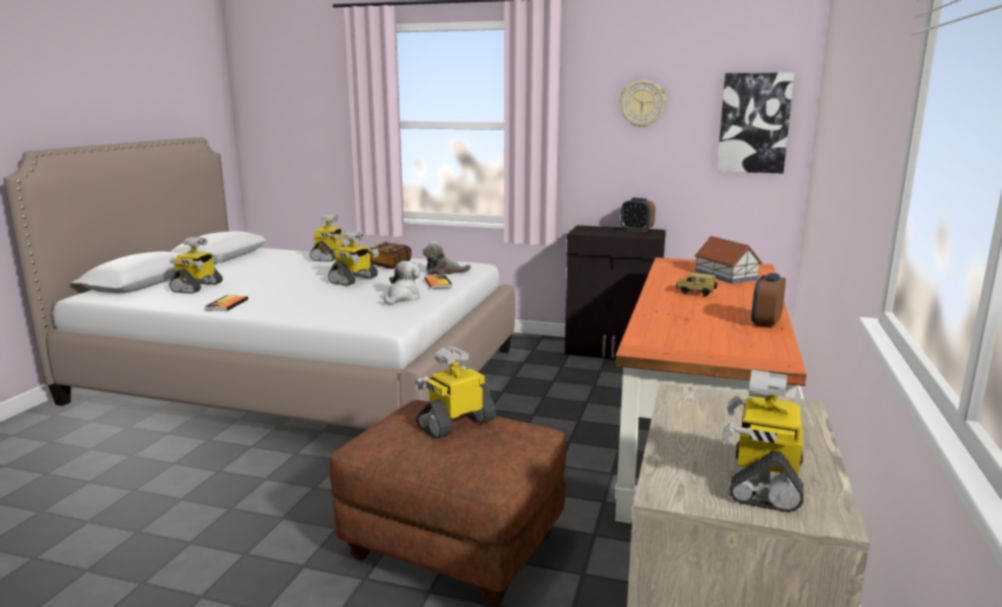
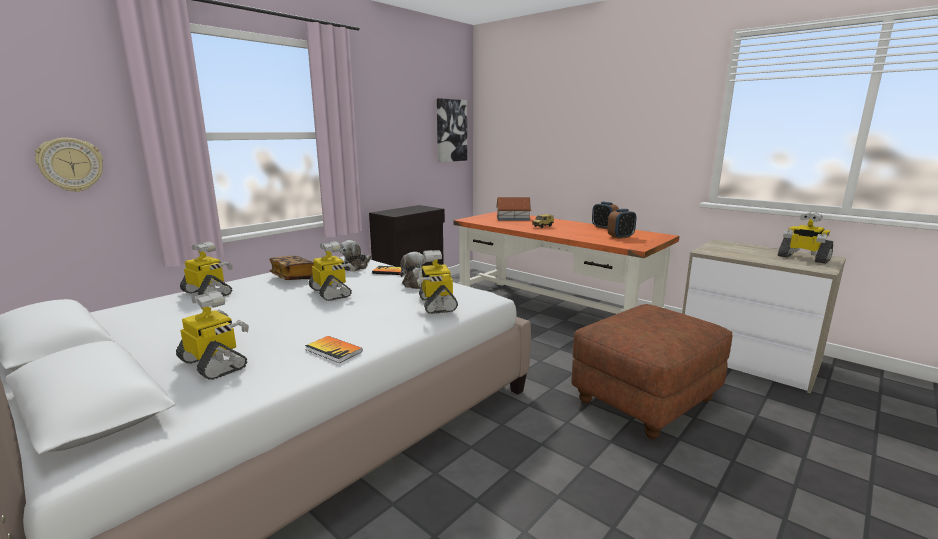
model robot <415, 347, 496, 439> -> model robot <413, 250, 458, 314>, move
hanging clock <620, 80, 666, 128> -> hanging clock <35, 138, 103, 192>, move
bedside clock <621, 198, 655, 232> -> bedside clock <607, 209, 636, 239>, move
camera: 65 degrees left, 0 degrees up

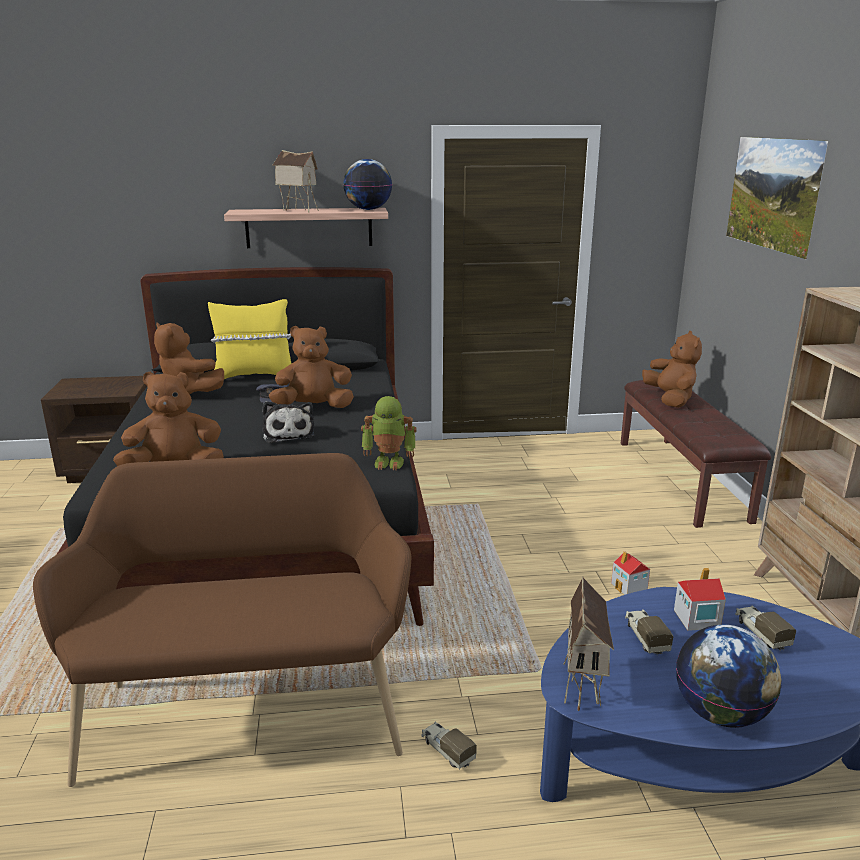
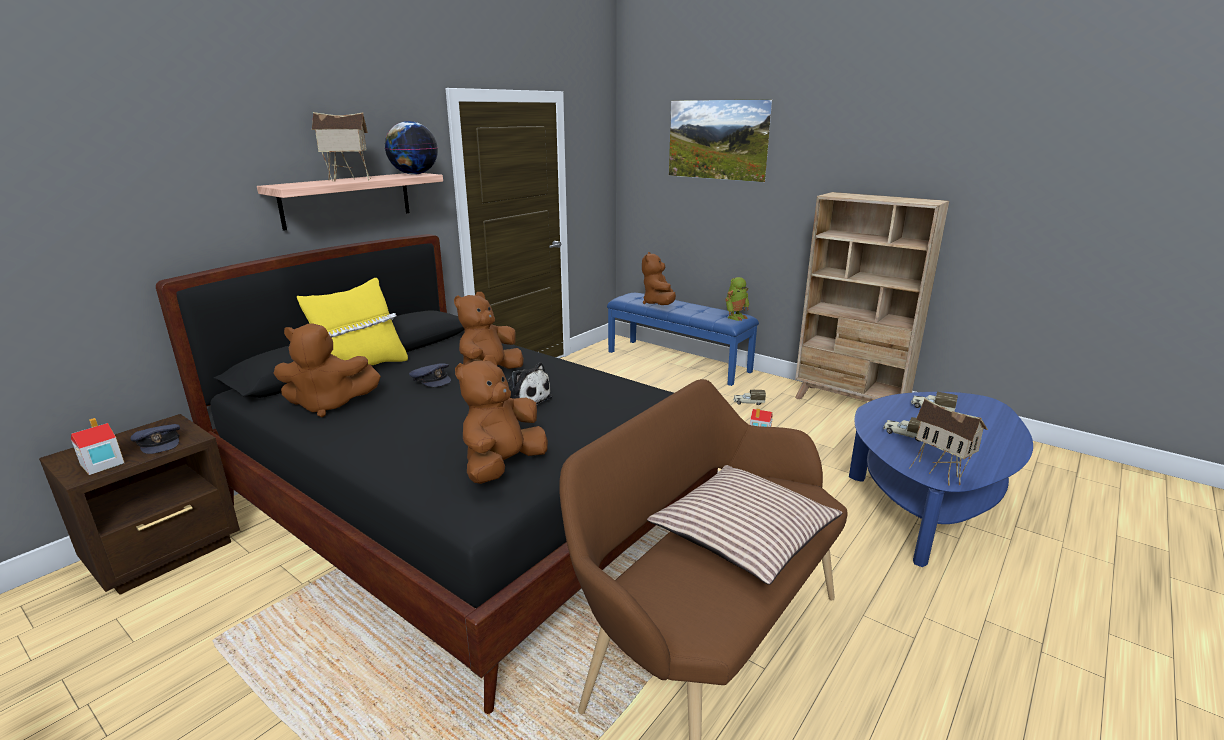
model robot <361, 396, 417, 470> -> model robot <725, 277, 750, 321>, move
toy truck <422, 722, 477, 769> -> toy truck <733, 390, 766, 405>, move
indoor bench (brown-coloured) <621, 380, 771, 528> -> indoor bench (blue) <607, 293, 759, 386>
plush toy (brown-coloured) <642, 331, 702, 408> -> plush toy (brown-coloured) <642, 252, 676, 305>, 120 degrees counterclockwise
model house <674, 568, 726, 631> -> model house <71, 418, 124, 475>, move
desk globe <676, 624, 781, 728> -> none
none -> cap (gray) <130, 424, 180, 454>
none -> cushion <647, 465, 843, 585>
camera: 45 degrees left, 0 degrees up

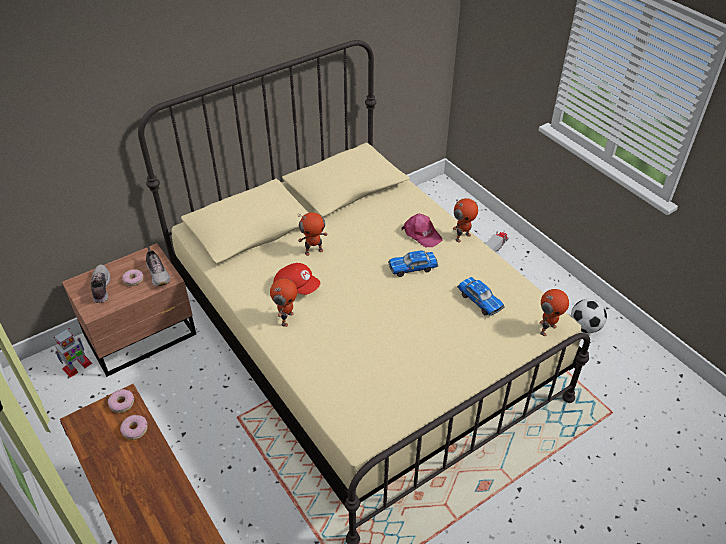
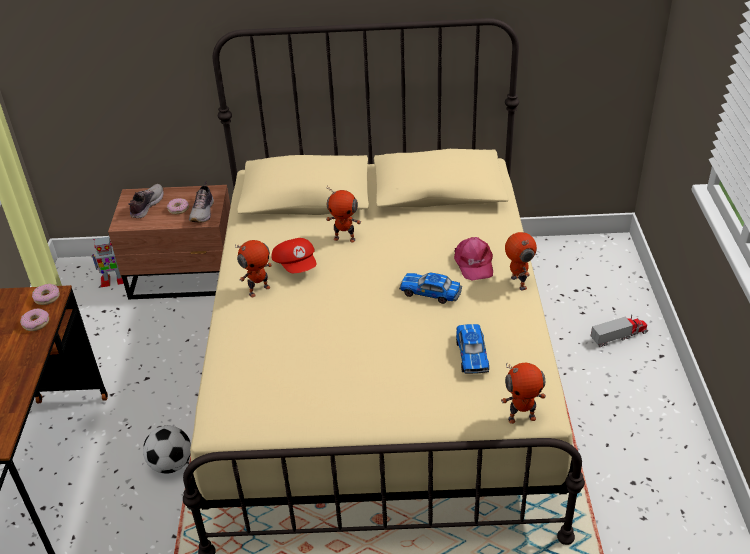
model robot <453, 198, 478, 243> -> model robot <505, 232, 537, 291>, 105 degrees counterclockwise
ball for football <571, 299, 607, 333> -> ball for football <143, 426, 191, 474>, move
camera: 35 degrees right, 5 degrees down

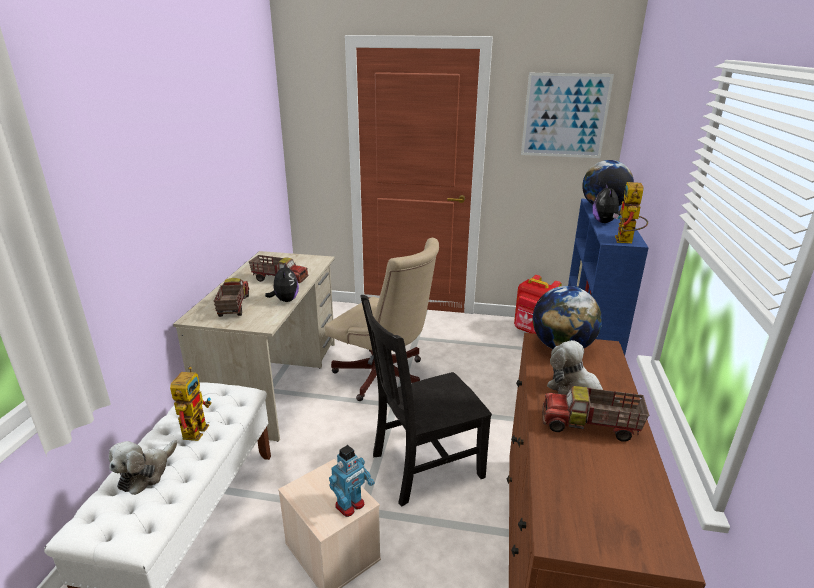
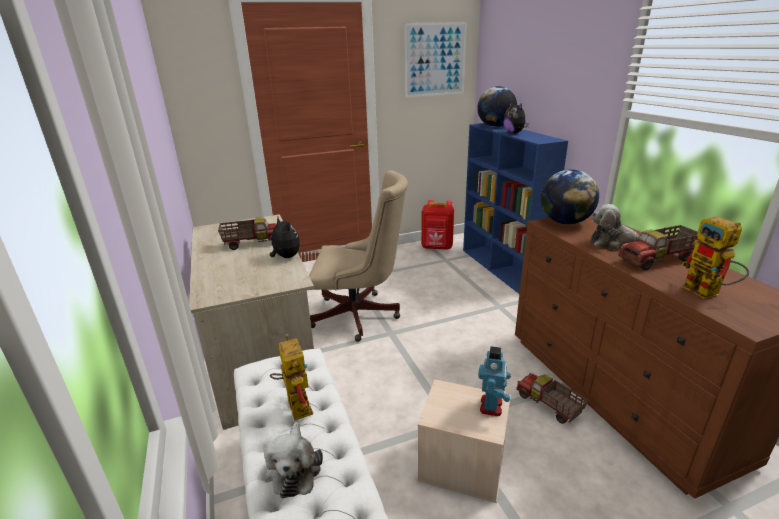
toy truck <214, 278, 249, 317> -> toy truck <516, 373, 588, 424>, move
upright chair (blackish) <360, 295, 492, 507> -> none
model robot <615, 182, 648, 243> -> model robot <681, 217, 749, 299>, move
camera: 30 degrees left, 0 degrees up

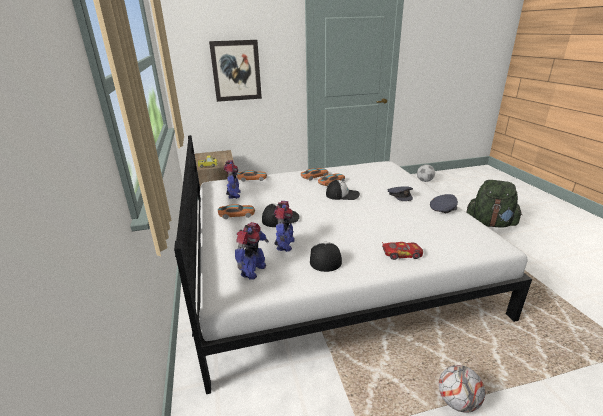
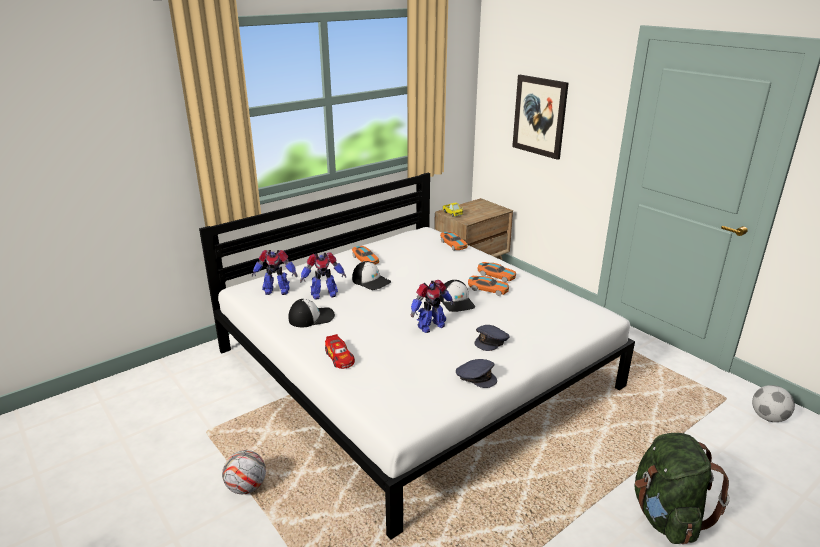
model robot <224, 160, 240, 199> -> model robot <411, 280, 454, 333>, move
camera: 65 degrees right, 0 degrees up

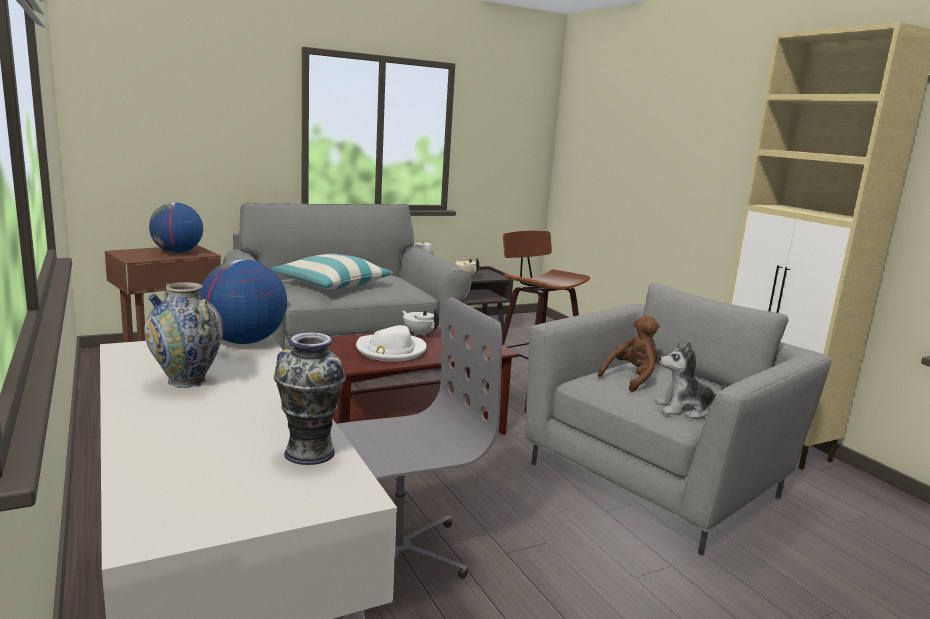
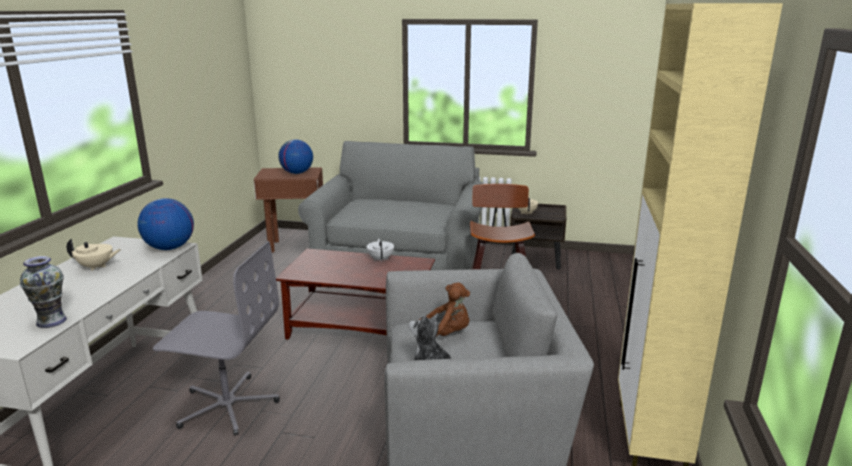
vase <144, 282, 223, 388> -> teapot (beige) <67, 238, 121, 271>
cushion <271, 254, 393, 289> -> none
hat (white) <356, 325, 426, 362> -> none
camera: 40 degrees right, 5 degrees up

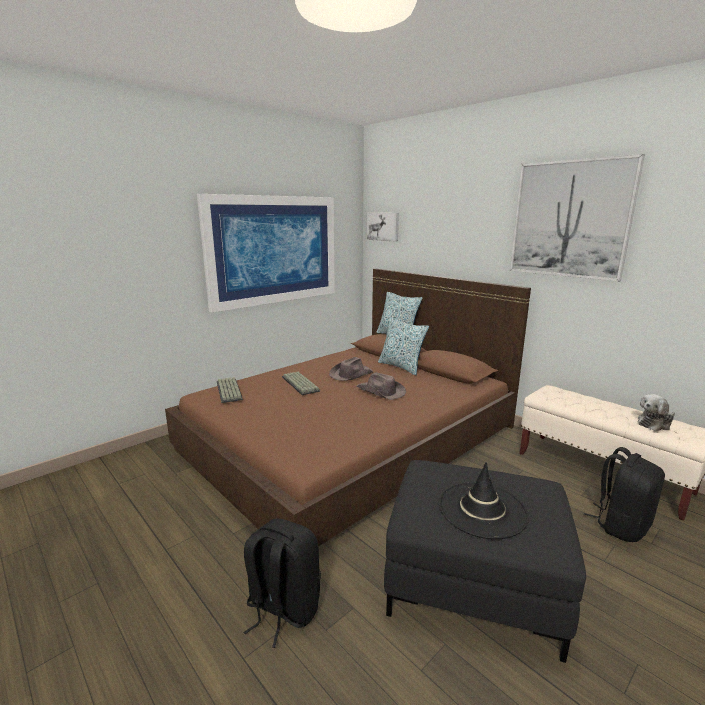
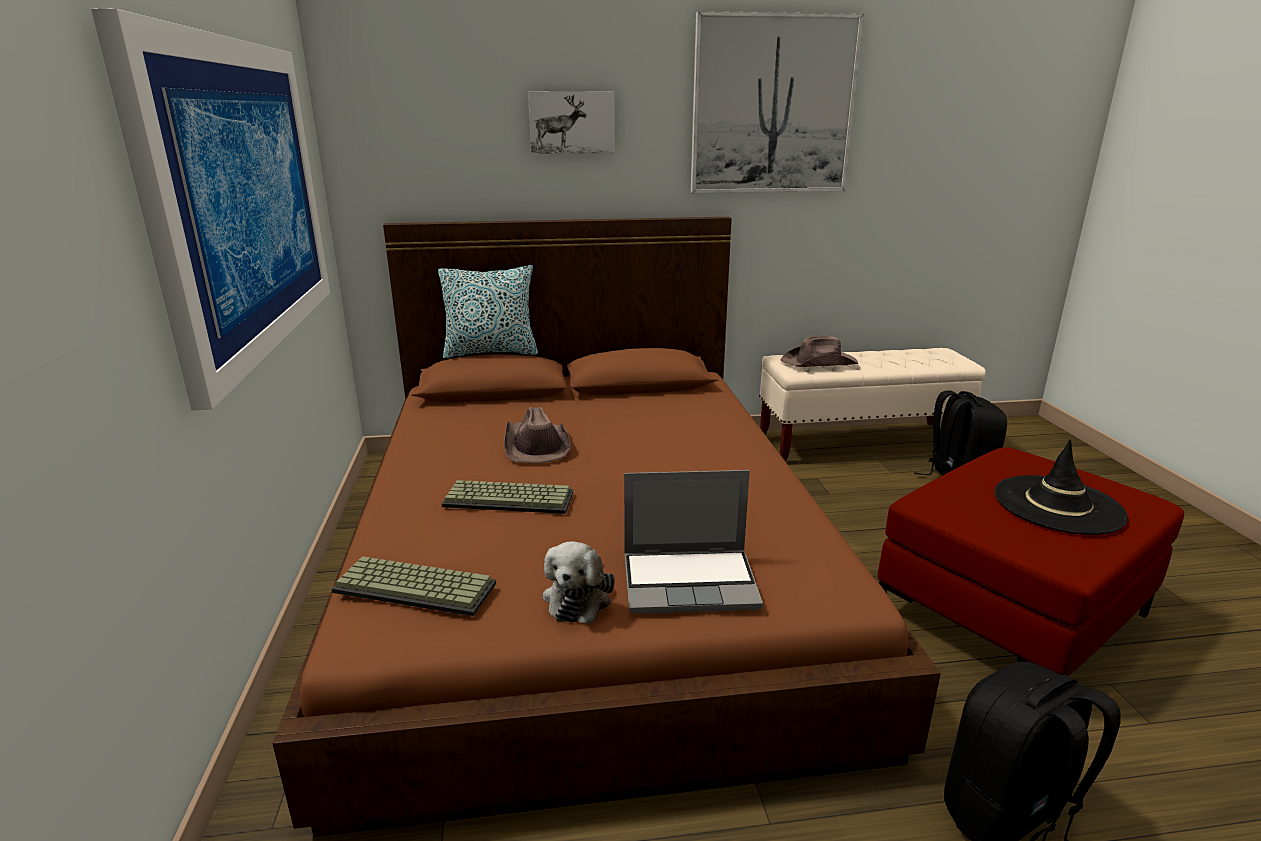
hat (brown-coloured) <357, 373, 406, 400> -> hat (brown-coloured) <781, 335, 858, 367>, move
wall picture <367, 213, 399, 242> -> wall picture <528, 91, 615, 154>, move
cushion <378, 317, 429, 375> -> none
ottoman (blackish) <384, 460, 586, 663> -> ottoman (red) <878, 447, 1184, 676>
plush toy <638, 394, 675, 431> -> plush toy <543, 541, 615, 624>, move
none -> notebook computer <624, 470, 763, 614>
camera: 55 degrees left, 5 degrees up

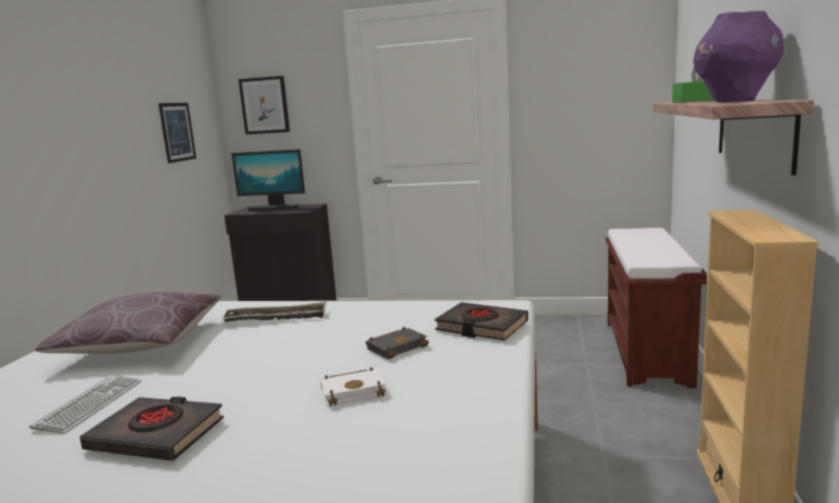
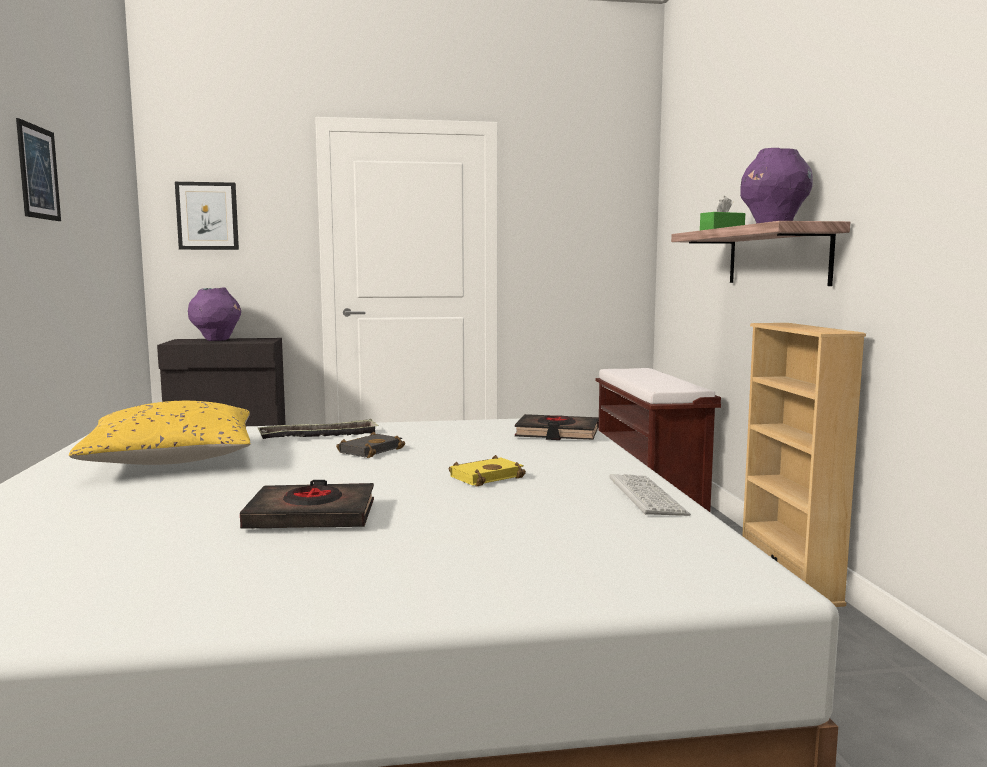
computer keyboard <29, 375, 141, 434> -> computer keyboard <610, 474, 691, 516>, move
cushion (brown-coloured) <35, 292, 221, 354> -> cushion (yellow) <69, 401, 250, 465>
wall picture <158, 103, 196, 163> -> wall picture <16, 118, 61, 221>, move
computer display <231, 149, 305, 211> -> vase (purple-coloured) <188, 288, 241, 341>
bound book (white) <320, 367, 387, 406> -> bound book (yellow) <449, 455, 526, 486>
bound book (blackish) <366, 327, 429, 359> -> bound book (blackish) <336, 432, 405, 458>, move
camera: 20 degrees left, 5 degrees down

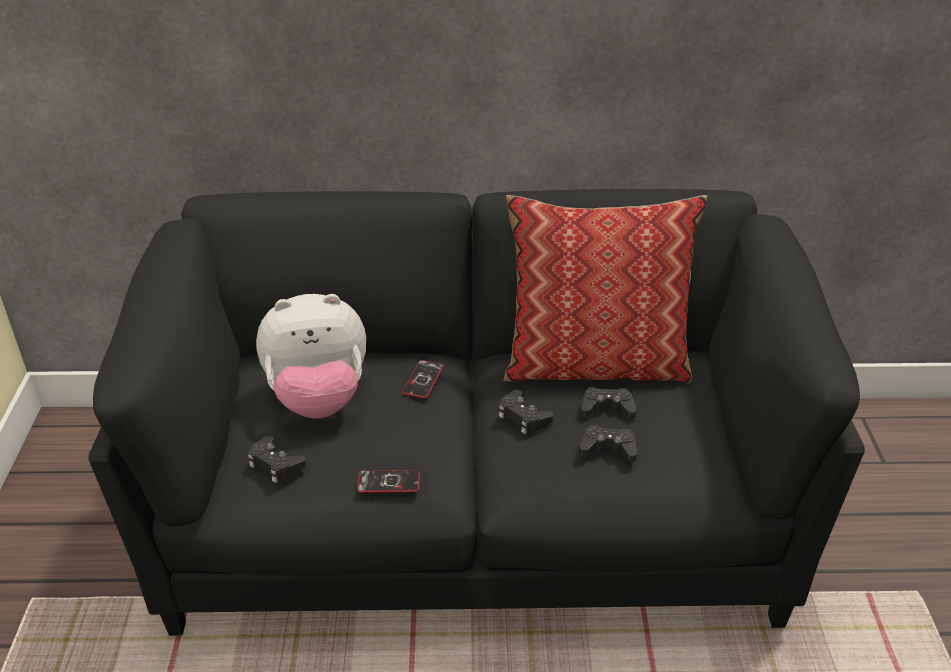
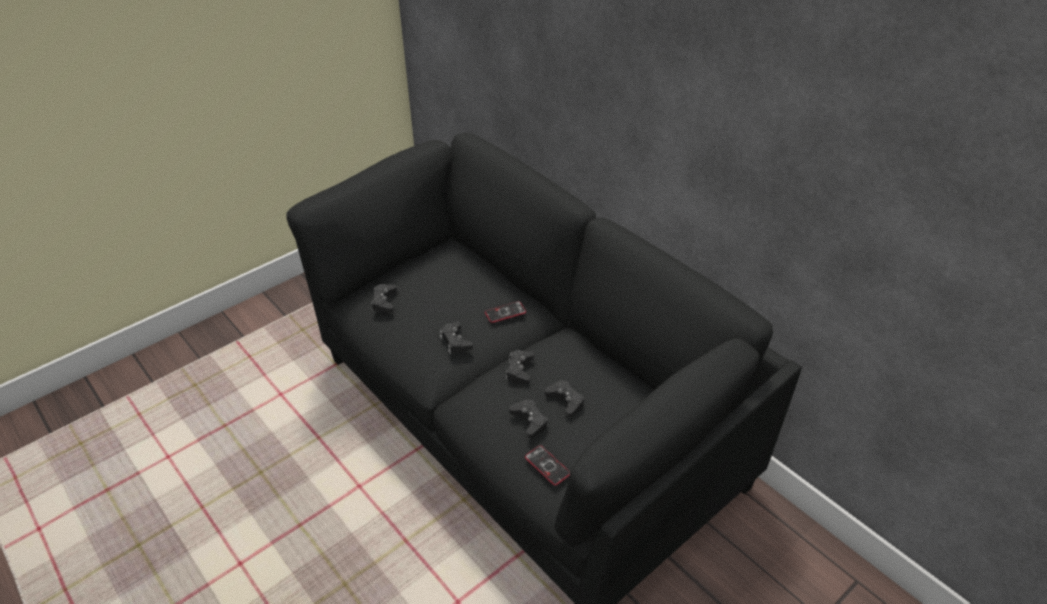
plush toy <256, 294, 366, 419> -> none
phone <357, 470, 420, 493> -> phone <525, 445, 570, 486>, move
cushion <504, 195, 707, 383> -> none
none -> joypad (blackish) <440, 322, 473, 354>
camera: 50 degrees right, 5 degrees up

